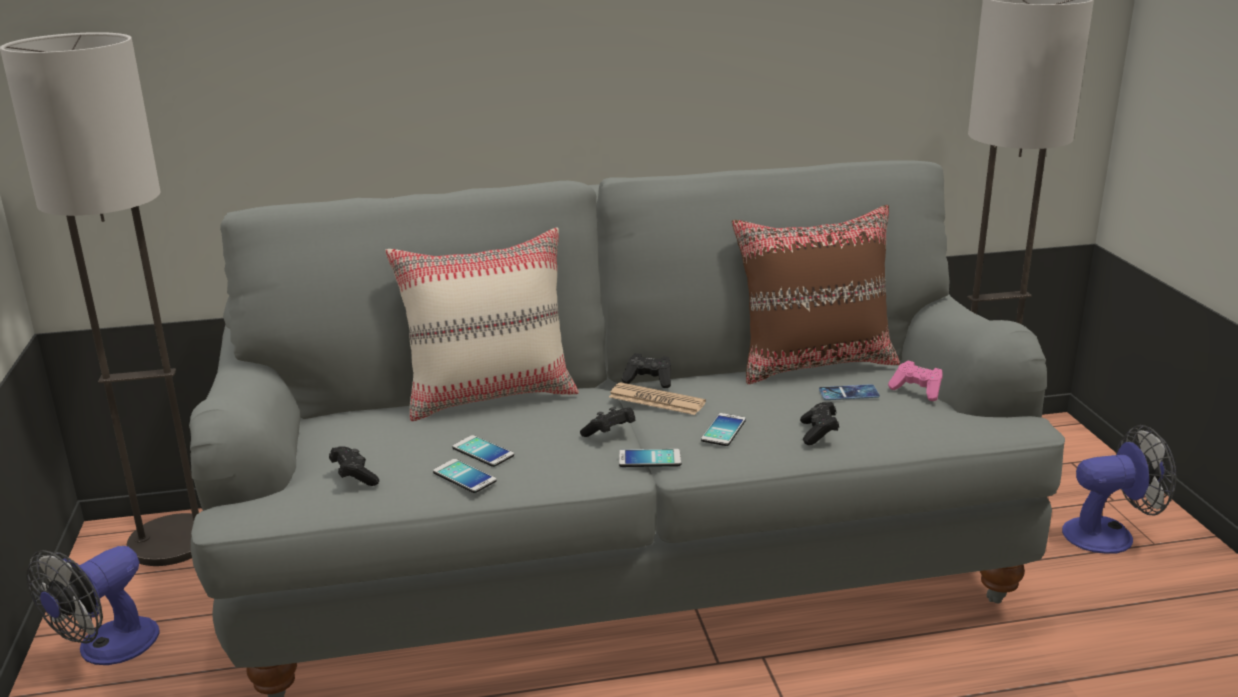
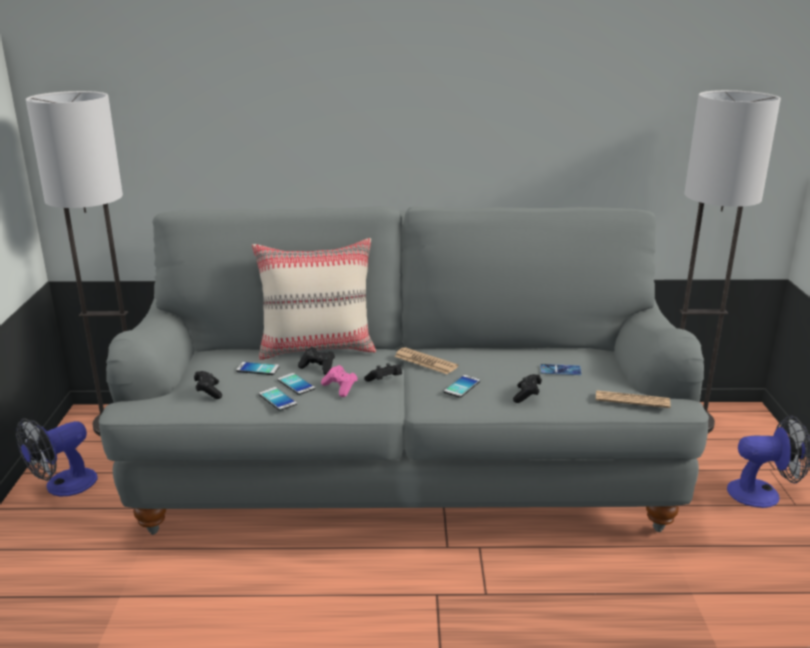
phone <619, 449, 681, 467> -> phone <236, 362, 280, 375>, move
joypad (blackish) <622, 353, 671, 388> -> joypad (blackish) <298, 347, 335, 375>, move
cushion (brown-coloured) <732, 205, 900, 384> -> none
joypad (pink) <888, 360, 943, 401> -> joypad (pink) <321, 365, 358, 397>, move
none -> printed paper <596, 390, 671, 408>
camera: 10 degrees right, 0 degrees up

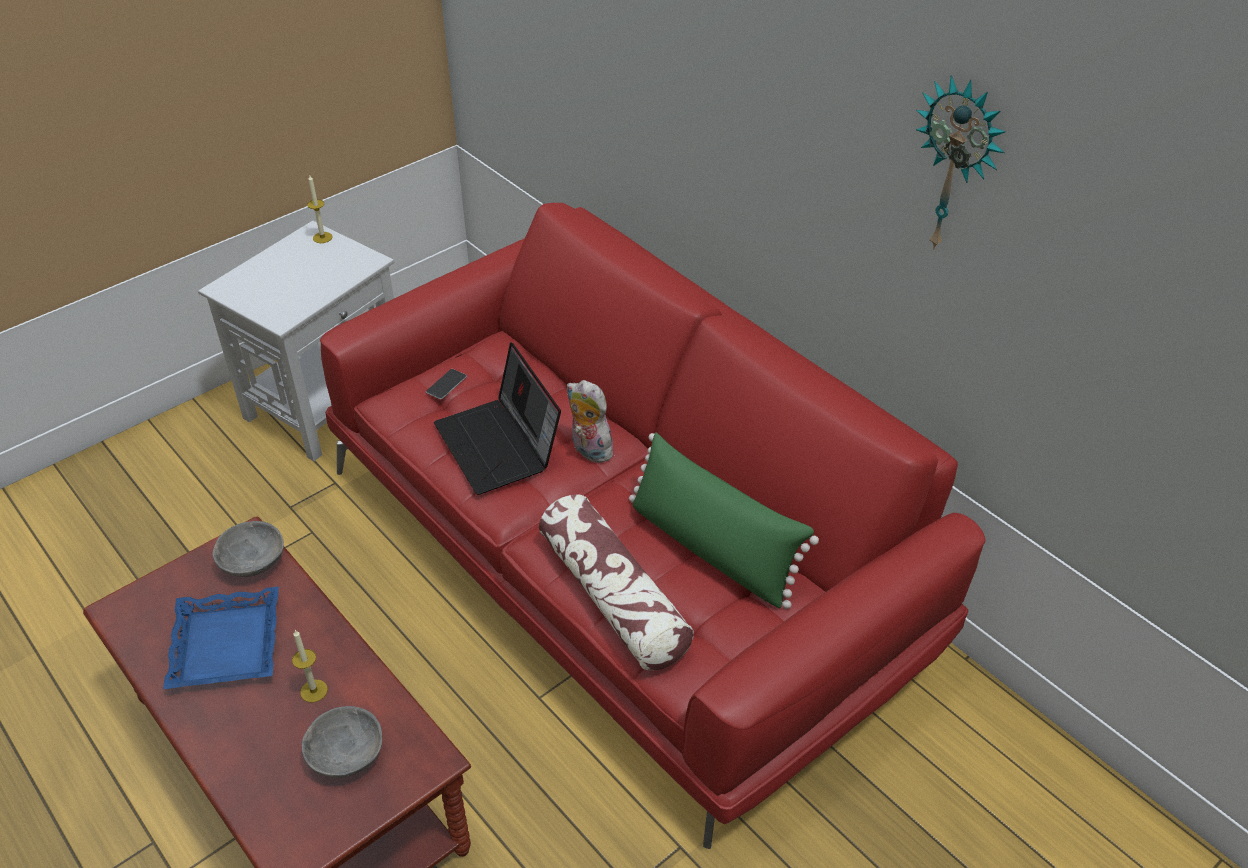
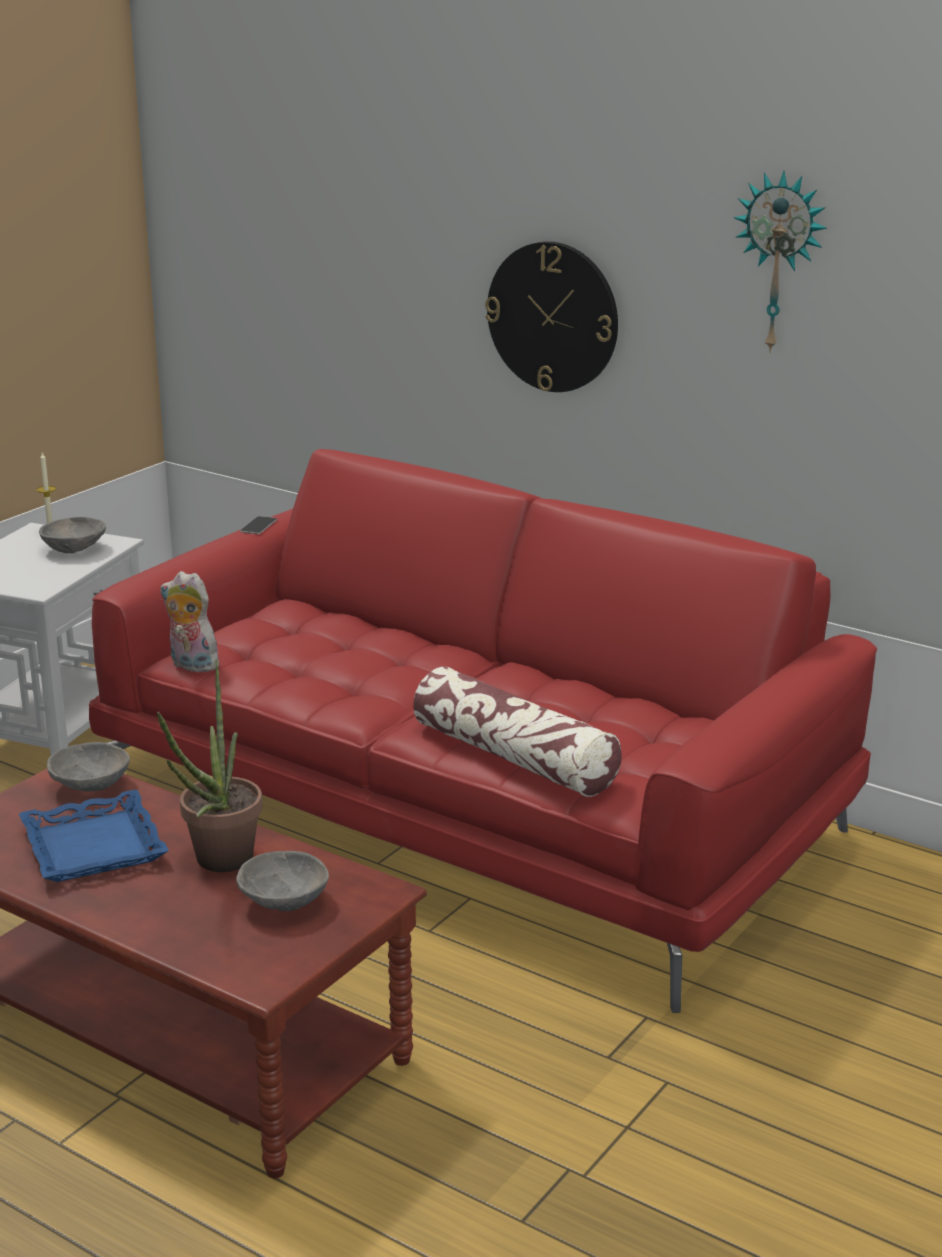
wax light <292, 630, 328, 703> -> houseplant <157, 660, 263, 872>
phone <426, 369, 467, 399> -> phone <240, 516, 277, 534>, move
notebook computer <434, 342, 561, 495> -> none
plush toy <566, 380, 613, 463> -> plush toy <160, 571, 219, 672>, move
cushion (green) <629, 432, 819, 609> -> none
none -> bowl (gray) <39, 517, 106, 553>
none -> hanging clock <485, 241, 618, 392>
camera: 15 degrees left, 20 degrees down

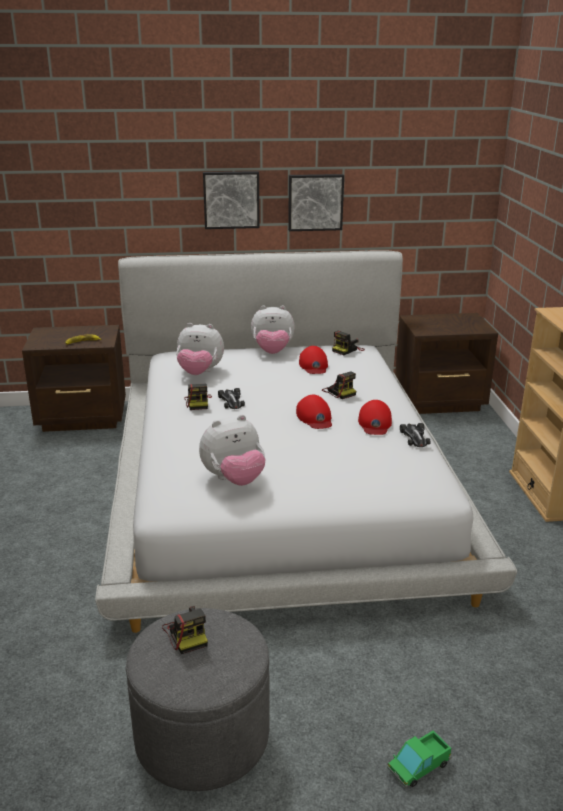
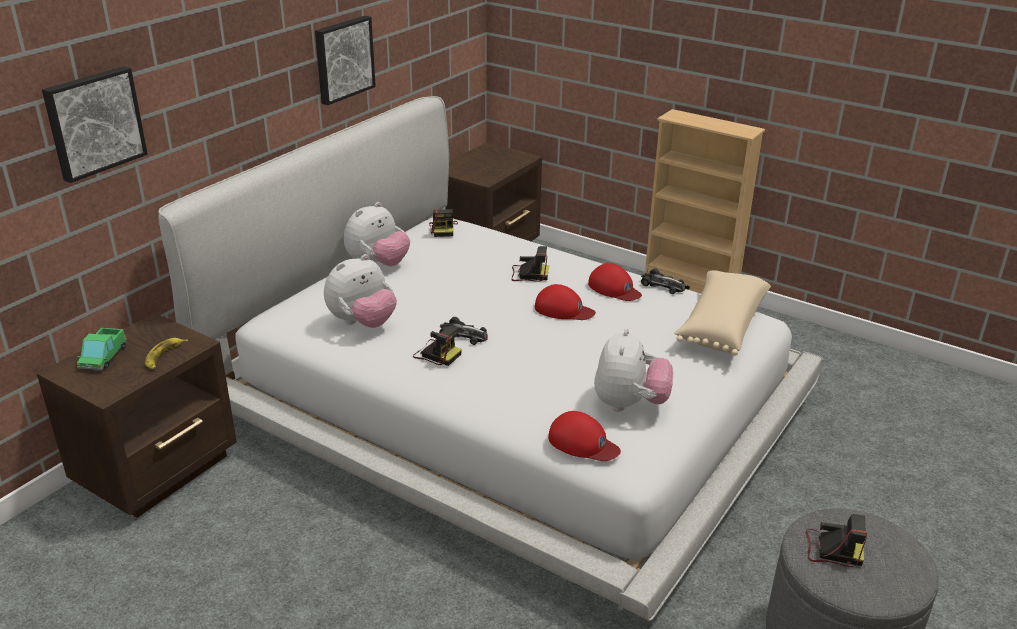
wall picture <203, 171, 260, 229> -> wall picture <42, 66, 148, 183>, move
cap (red) <299, 346, 328, 374> -> cap (red) <548, 411, 621, 461>, move
toy truck <387, 731, 451, 788> -> toy truck <77, 328, 127, 370>, move
none -> cushion (beige) <674, 270, 771, 355>
camera: 50 degrees left, 5 degrees up

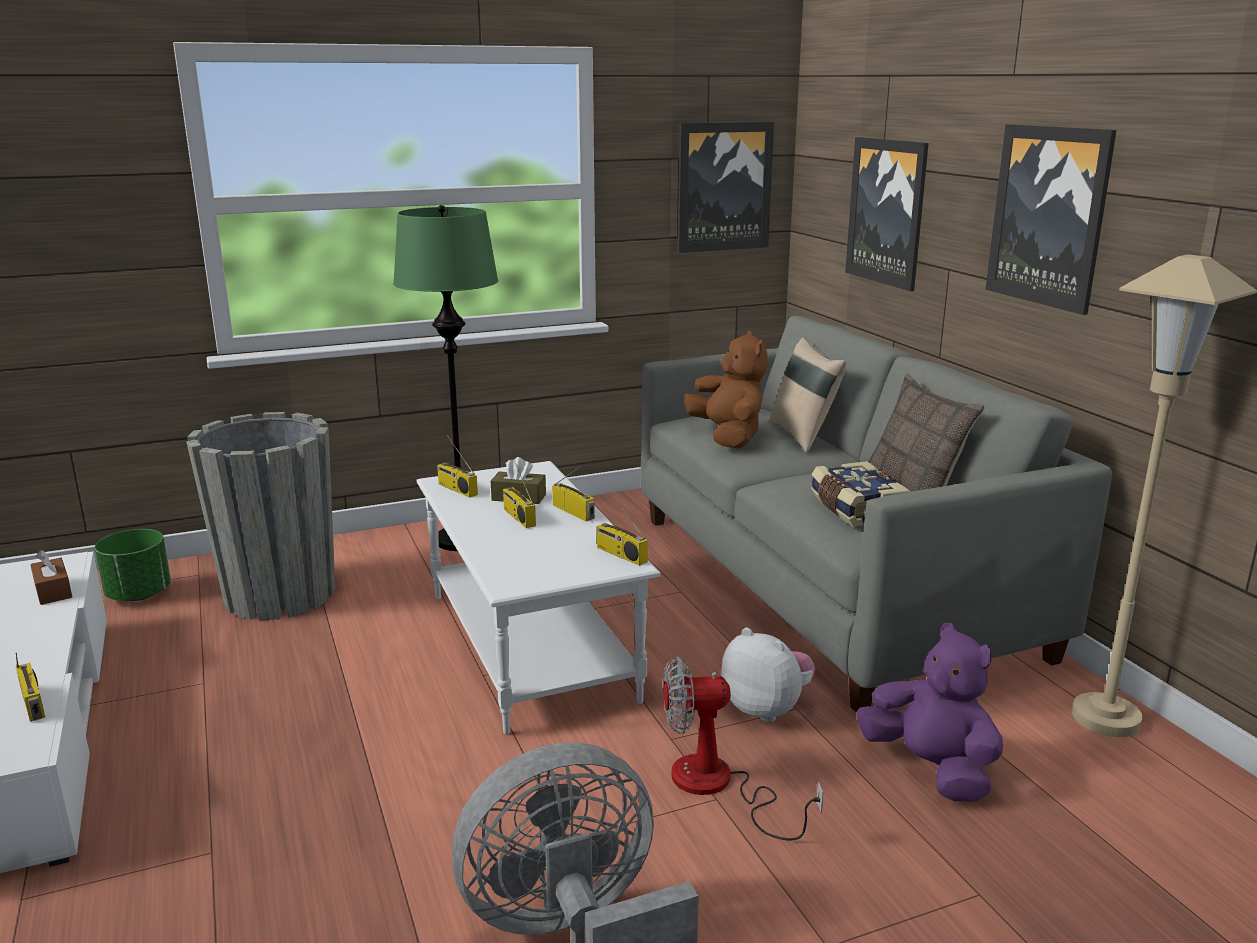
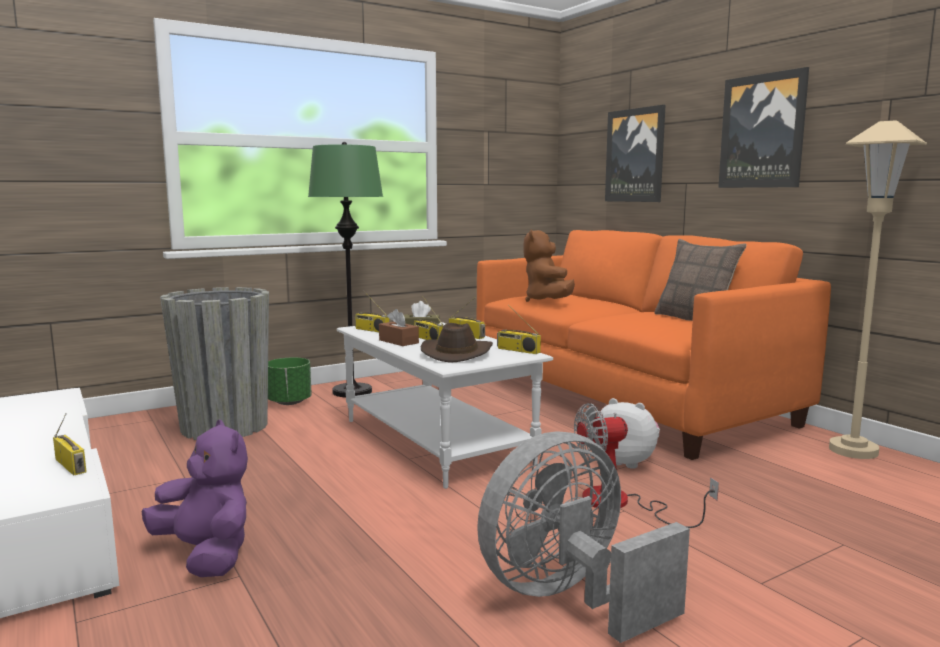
tissue holder (brown-coloured) <30, 550, 72, 605> -> tissue holder (brown-coloured) <379, 309, 419, 346>, move
planter (green) <95, 529, 171, 601> -> planter (green) <268, 358, 312, 405>, move
couch (gray) <641, 316, 1112, 712> -> couch (orangey) <476, 230, 831, 460>
wall picture <678, 122, 774, 253> -> none
plush toy (brown-coloured) <684, 330, 768, 449> -> plush toy (brown-coloured) <523, 230, 575, 302>, 150 degrees counterclockwise
cushion (beige) <769, 337, 847, 452> -> none
bound book <811, 461, 911, 527> -> none
plush toy (purple-coloured) <856, 623, 1003, 802> -> plush toy (purple-coloured) <142, 420, 248, 577>, move
none -> hat (brown-coloured) <421, 323, 493, 363>
camera: 10 degrees left, 10 degrees down

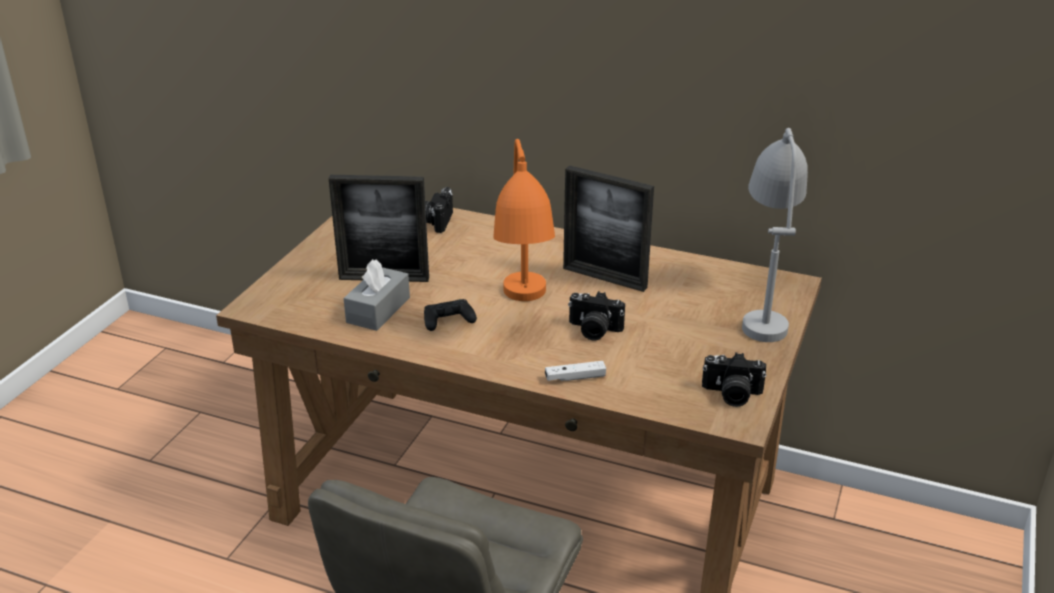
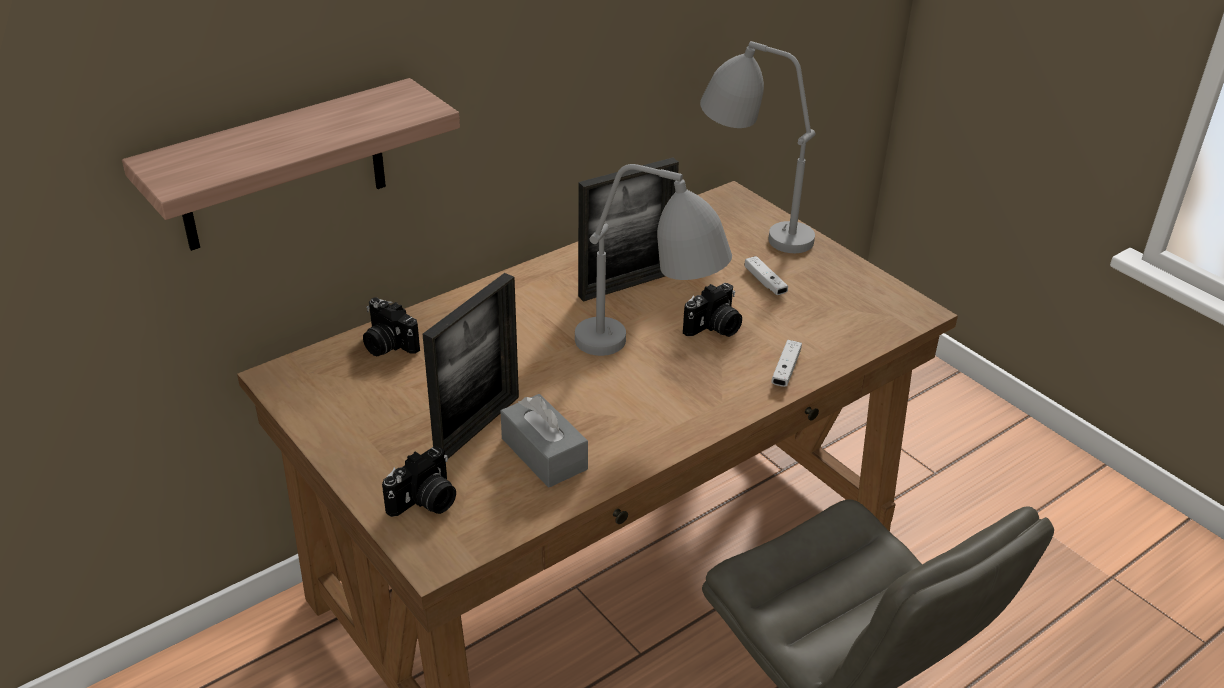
joypad (blackish) <424, 299, 477, 331> -> none
tabletop lamp (orangey) <493, 139, 555, 301> -> tabletop lamp (gray) <575, 164, 732, 356>
photo camera <702, 352, 766, 407> -> photo camera <382, 446, 456, 517>, move
none -> bracket shelf <122, 78, 460, 251>
none -> joypad (white) <745, 256, 788, 295>
camera: 60 degrees left, 5 degrees up

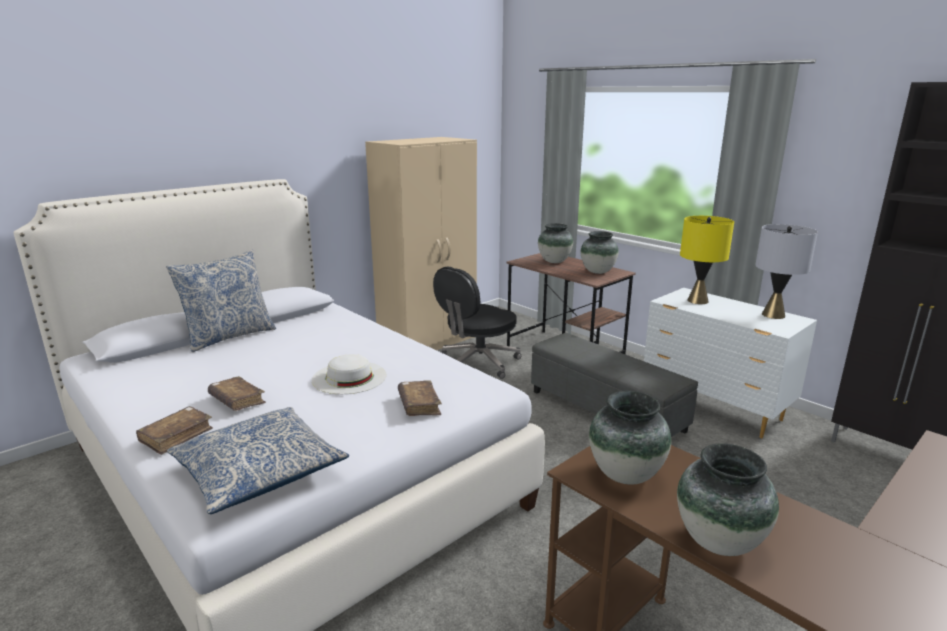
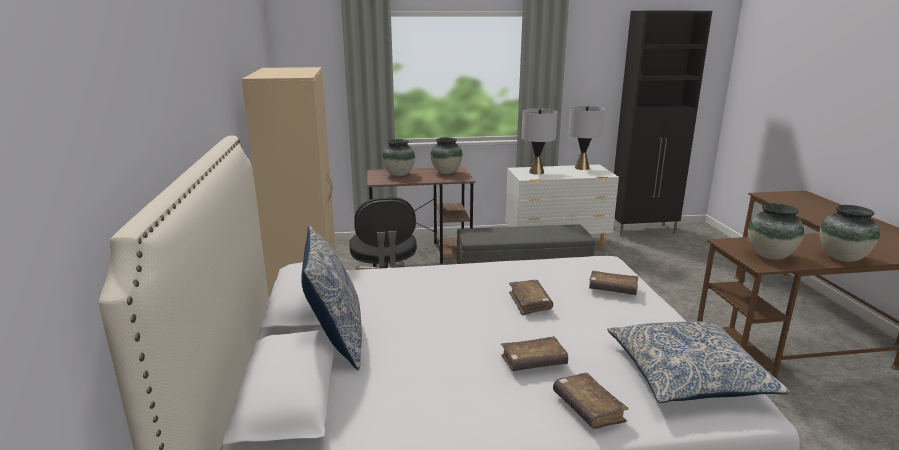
hat (white) <312, 354, 387, 394> -> bound book (brown-coloured) <509, 280, 553, 316>
tabletop lamp (yellow) <680, 216, 734, 304> -> tabletop lamp (gray) <521, 108, 558, 175>
camera: 55 degrees left, 0 degrees up

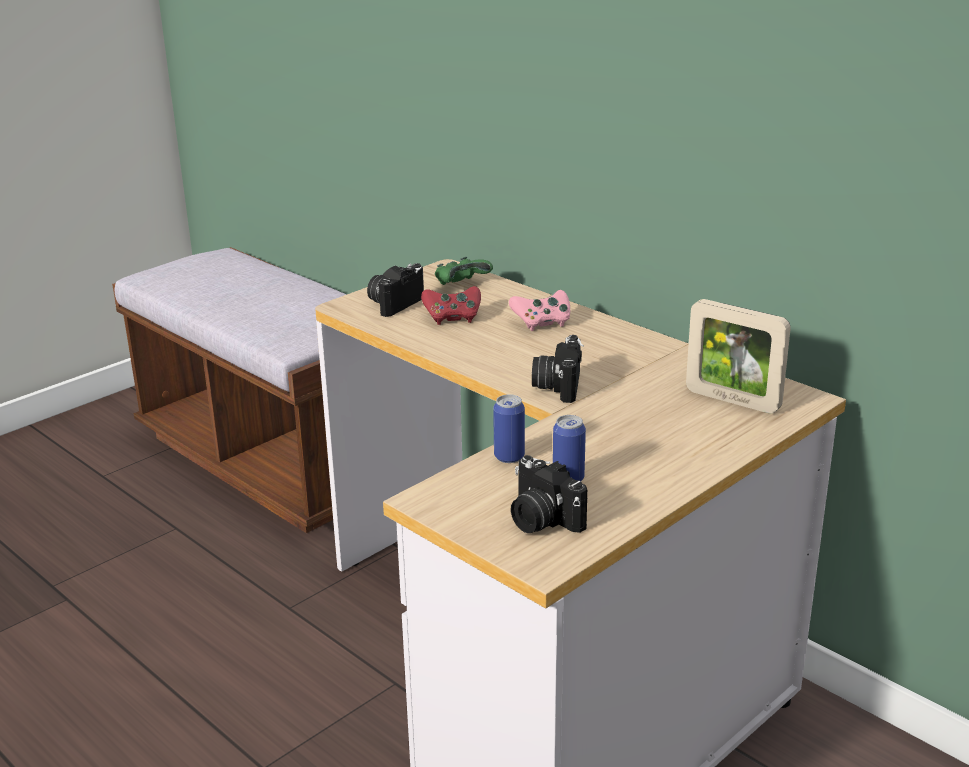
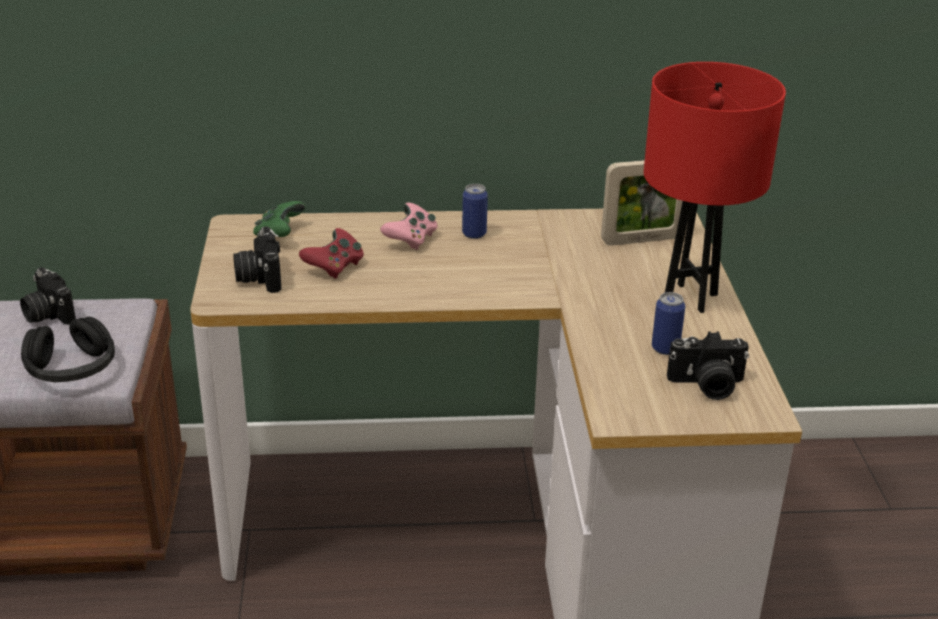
can <493, 394, 525, 463> -> can <462, 184, 488, 239>, move
photo camera <532, 335, 584, 403> -> photo camera <20, 267, 76, 324>, move
none -> headphones (blackish) <21, 317, 115, 382>
none -> tabletop lamp (red) <644, 62, 786, 313>
camera: 50 degrees left, 5 degrees up

